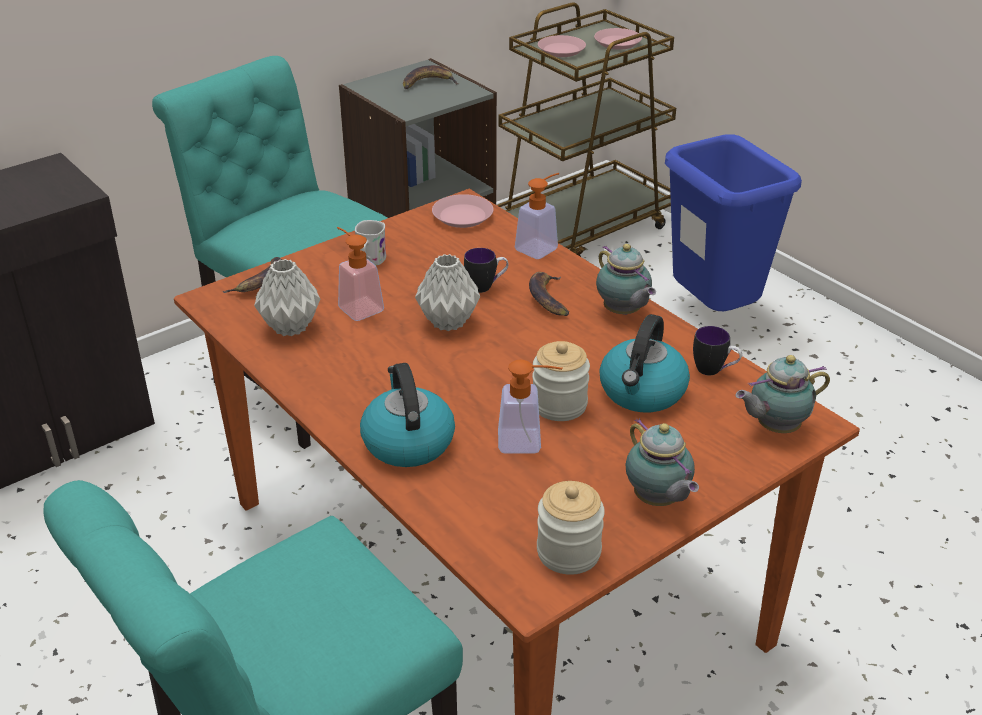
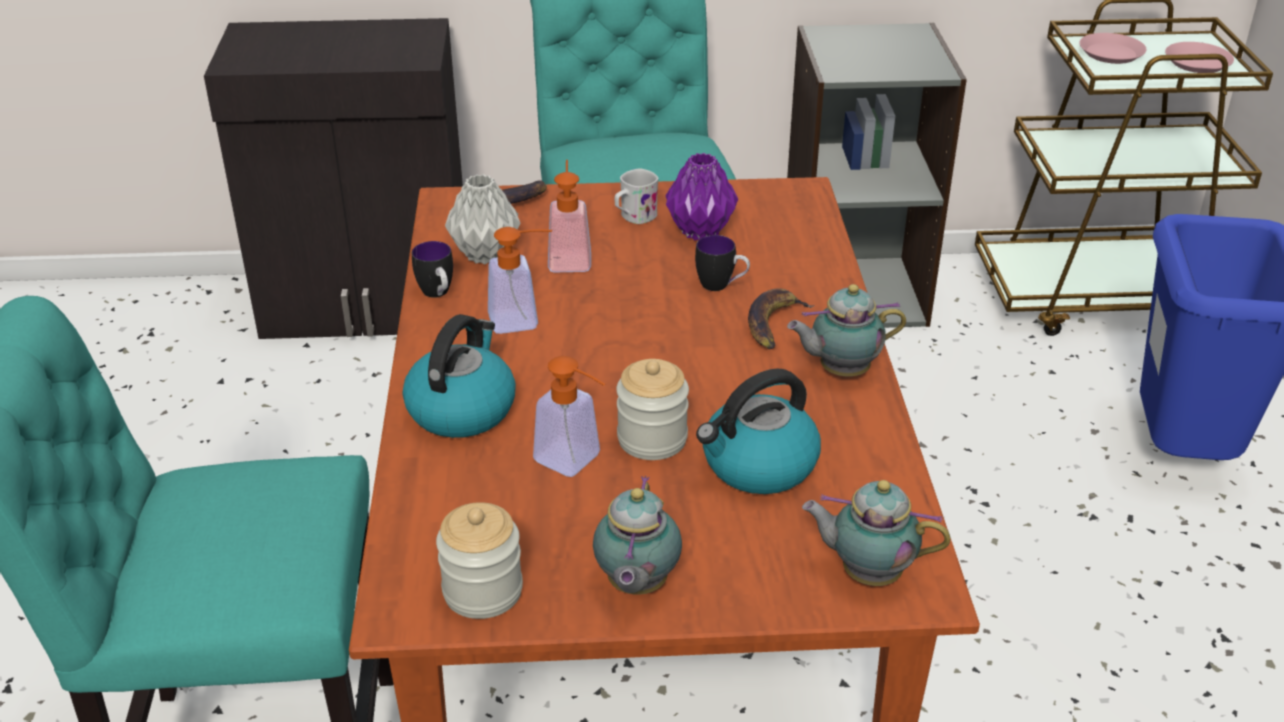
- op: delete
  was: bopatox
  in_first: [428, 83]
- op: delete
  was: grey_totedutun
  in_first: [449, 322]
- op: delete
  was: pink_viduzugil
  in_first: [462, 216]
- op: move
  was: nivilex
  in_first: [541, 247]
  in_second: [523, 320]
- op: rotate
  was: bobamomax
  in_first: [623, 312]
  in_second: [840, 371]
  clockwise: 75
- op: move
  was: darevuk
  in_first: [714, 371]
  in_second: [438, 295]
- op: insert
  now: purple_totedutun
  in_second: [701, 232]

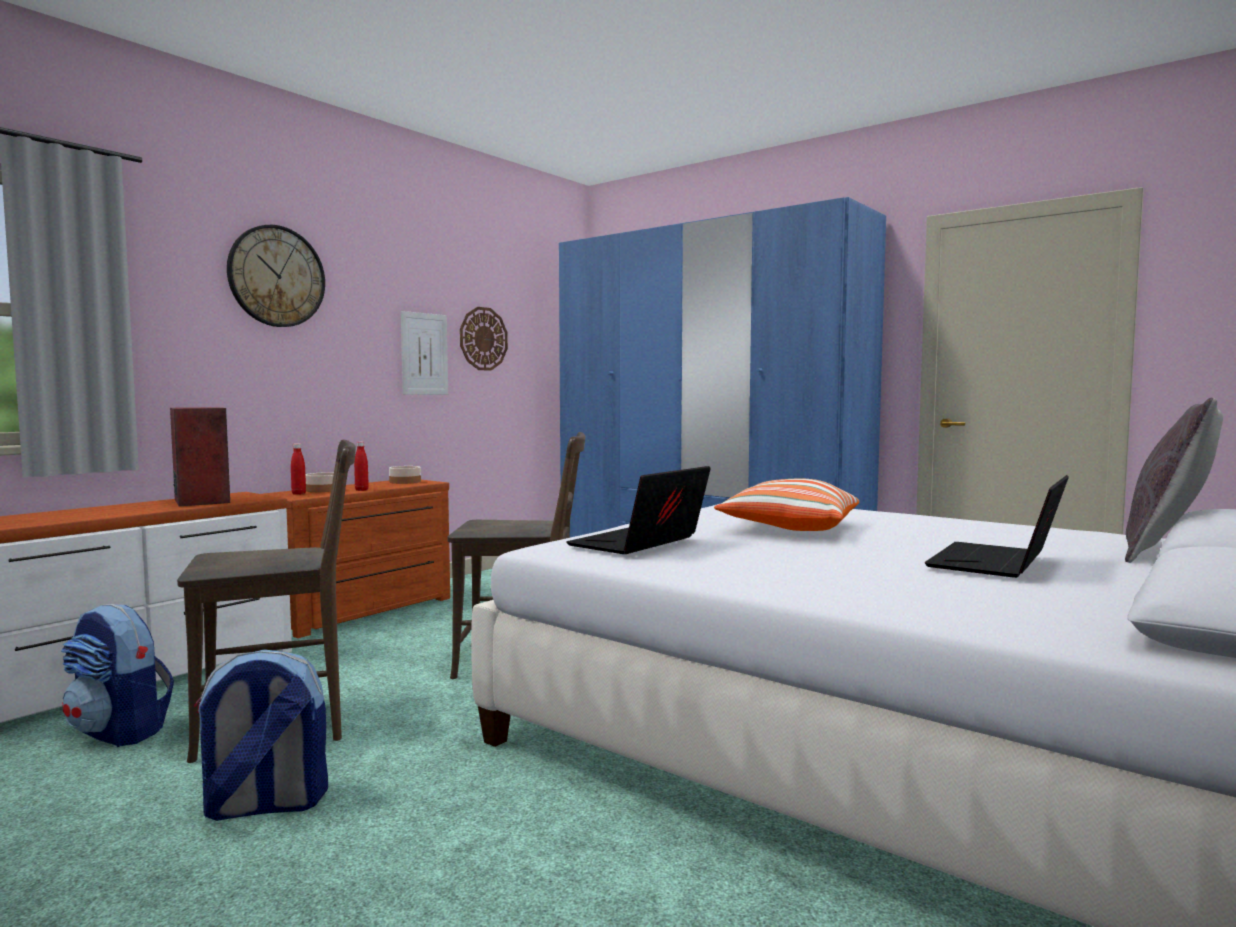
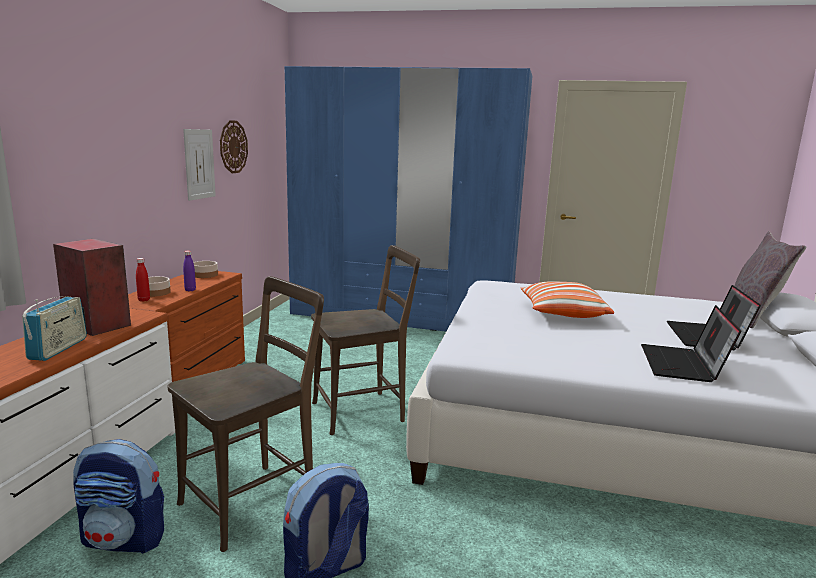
- op: delete
  was: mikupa
  in_first: [276, 276]
- op: recolor
  was: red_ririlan
  now: purple_ririlan
  in_first: [361, 490]
  in_second: [190, 290]
- op: move
  was: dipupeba
  in_first: [639, 543]
  in_second: [683, 365]
- op: insert
  now: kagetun
  in_second: [58, 349]

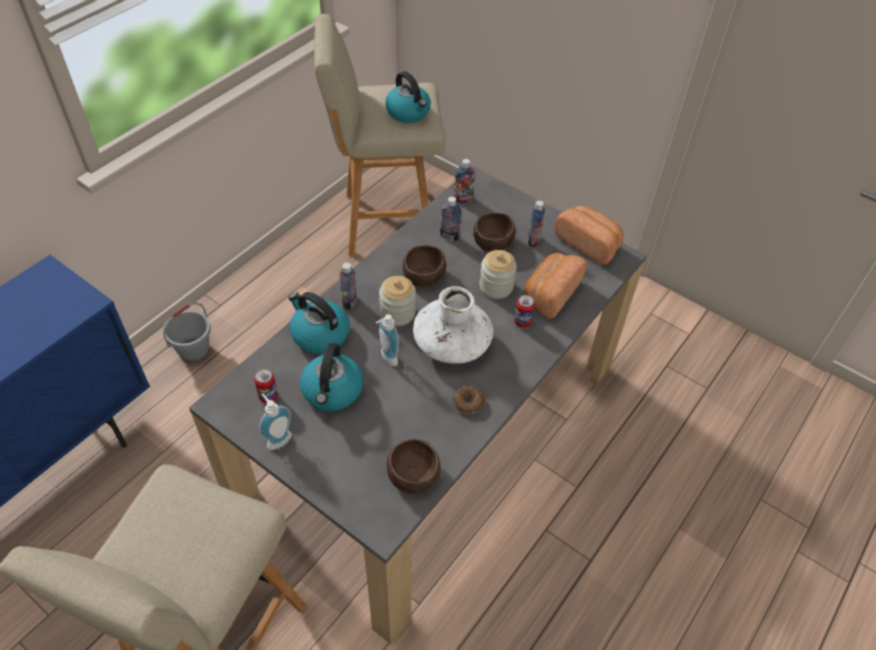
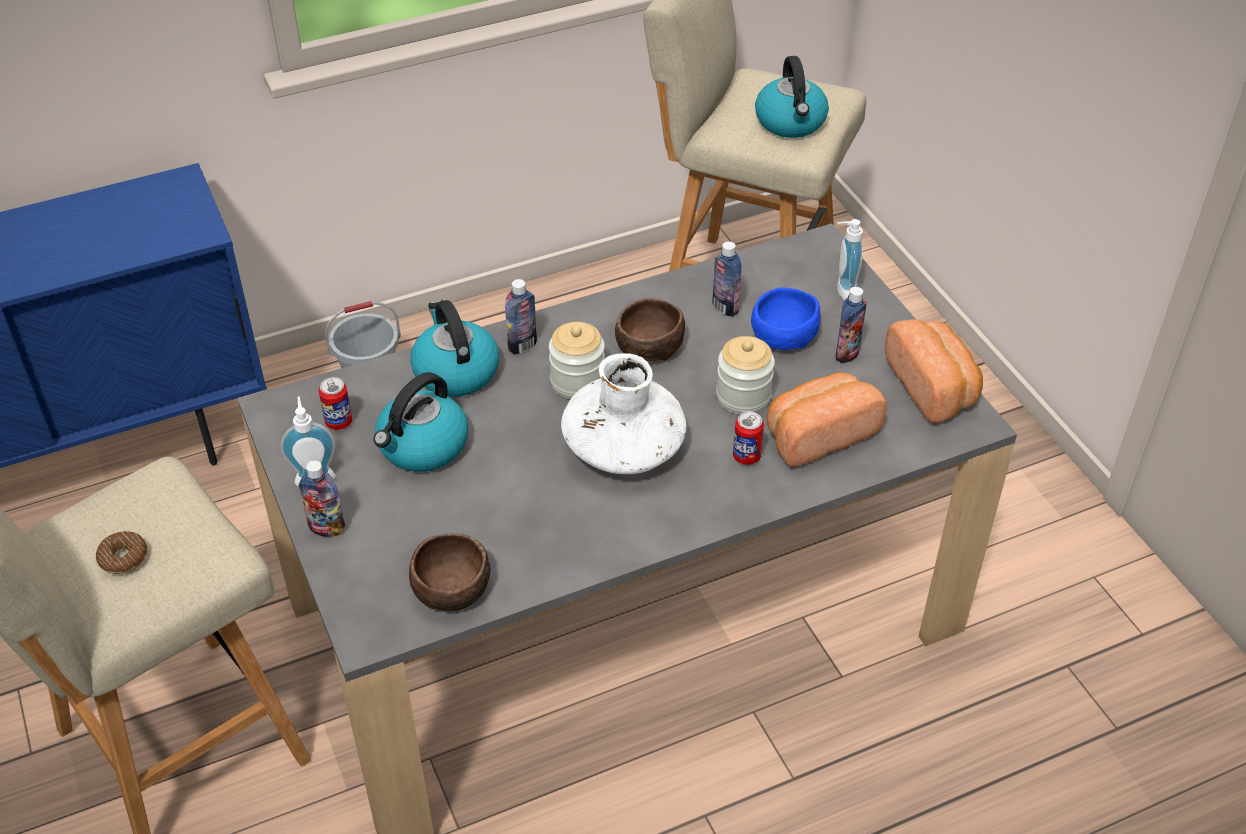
- op: move
  was: nivilex
  in_first: [386, 358]
  in_second: [842, 290]
- op: move
  was: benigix
  in_first: [468, 402]
  in_second: [123, 558]
- op: move
  was: ririlan
  in_first: [463, 199]
  in_second: [327, 528]
- op: recolor
  was: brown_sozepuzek
  now: blue_sozepuzek
  in_first: [492, 242]
  in_second: [782, 336]

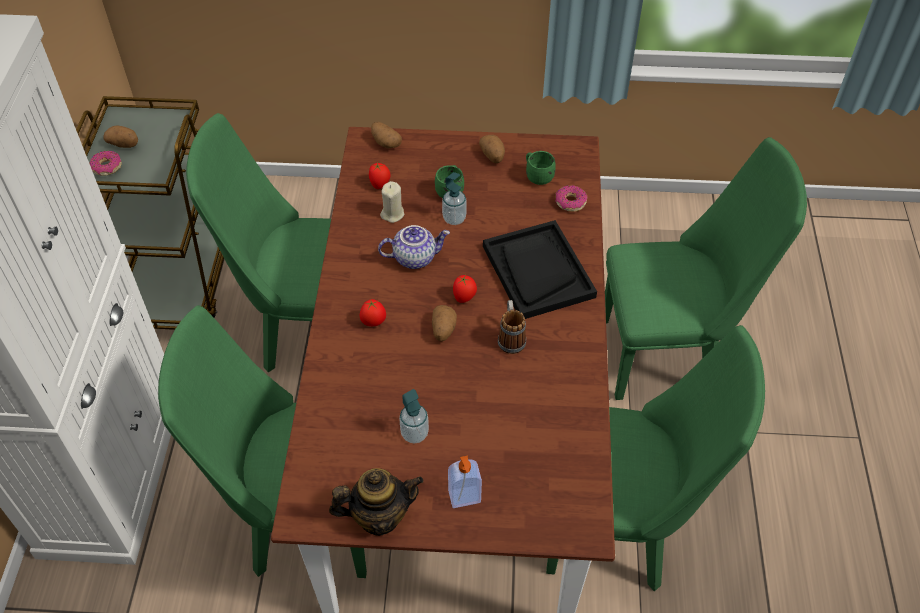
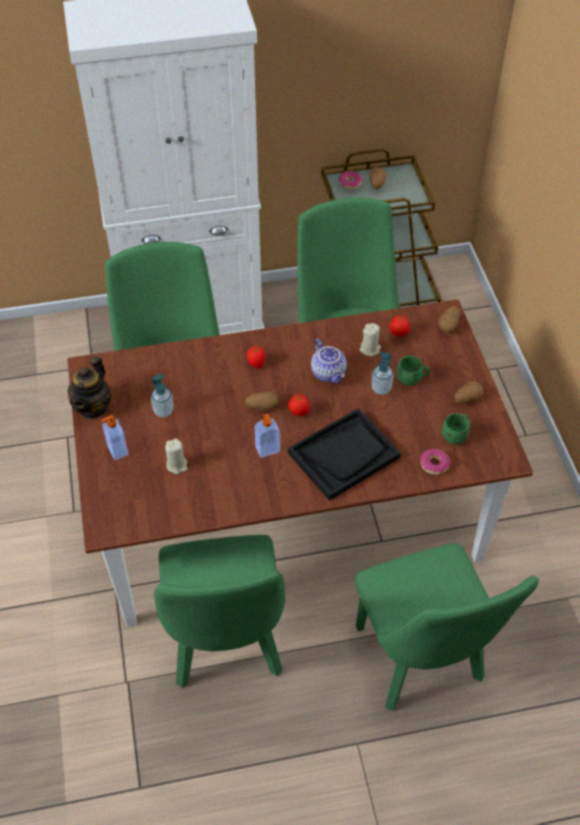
- op: rotate
  was: bobamomax
  in_first: [379, 516]
  in_second: [93, 407]
  clockwise: 45
- op: replace
  was: darevuk
  now: nivilex
  in_first: [510, 337]
  in_second: [268, 450]
- op: insert
  now: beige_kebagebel
  in_second: [177, 465]

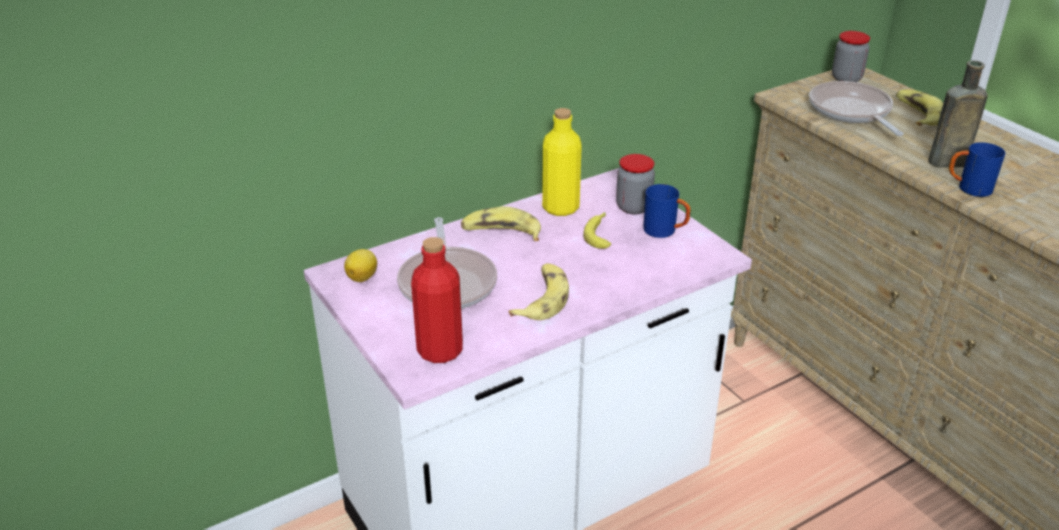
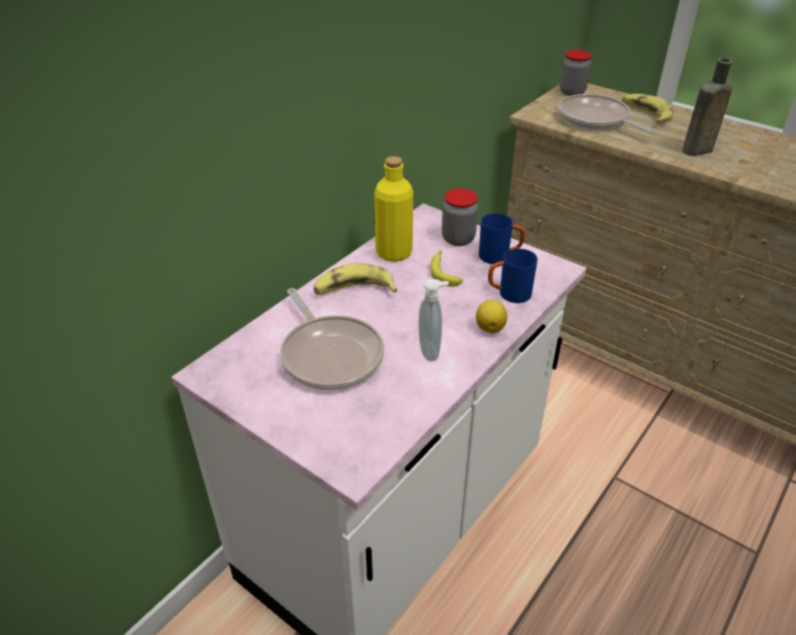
- op: move
  was: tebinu
  in_first: [363, 277]
  in_second: [490, 327]
- op: delete
  was: red_ririlan
  in_first: [440, 350]
- op: replace
  was: bopatox
  now: nivilex
  in_first: [542, 299]
  in_second: [431, 351]
- op: move
  was: blue_darevuk
  in_first: [968, 188]
  in_second: [508, 294]

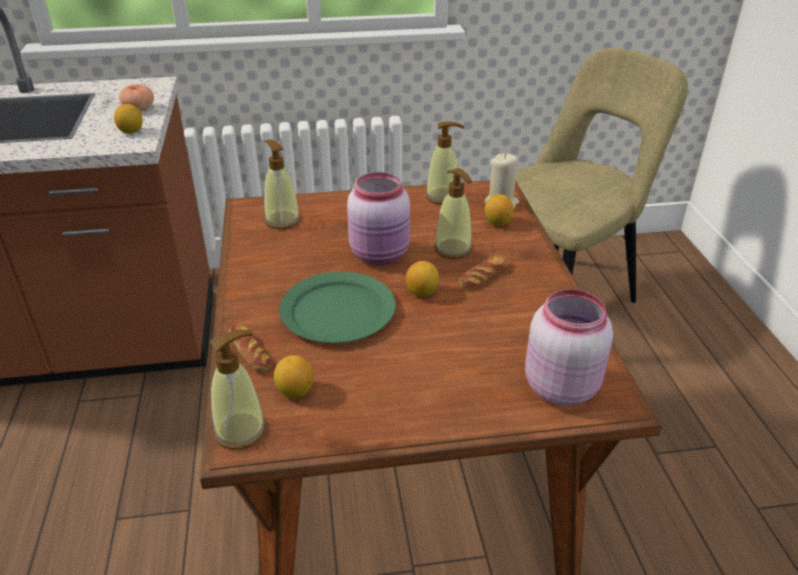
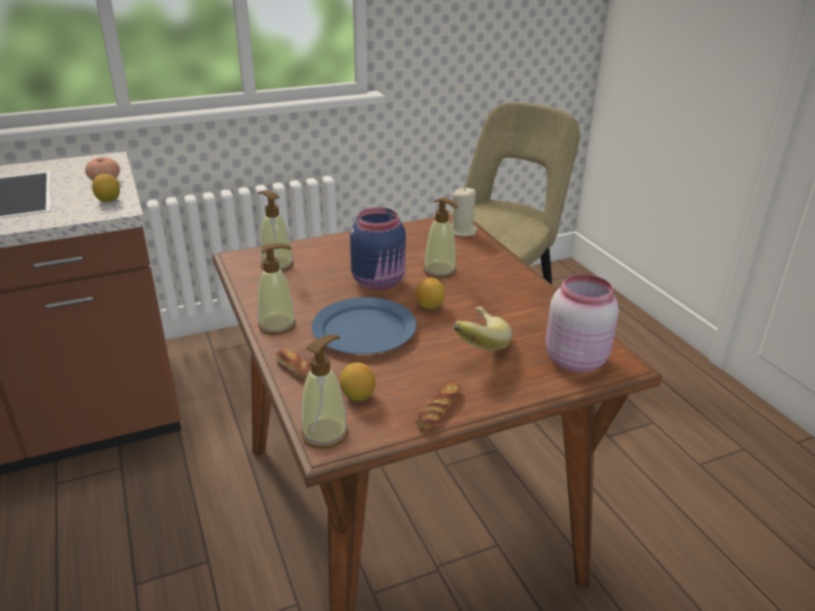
- op: recolor
  was: green_viduzugil
  now: blue_viduzugil
  in_first: [337, 311]
  in_second: [363, 330]
- op: recolor
  was: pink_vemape
  now: blue_vemape
  in_first: [381, 255]
  in_second: [380, 282]
- op: move
  was: nivilex
  in_first: [442, 197]
  in_second: [277, 325]
- op: move
  was: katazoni
  in_first: [483, 275]
  in_second: [438, 408]
- op: delete
  was: tebinu
  in_first: [497, 223]
- op: insert
  now: bopatox
  in_second: [475, 344]

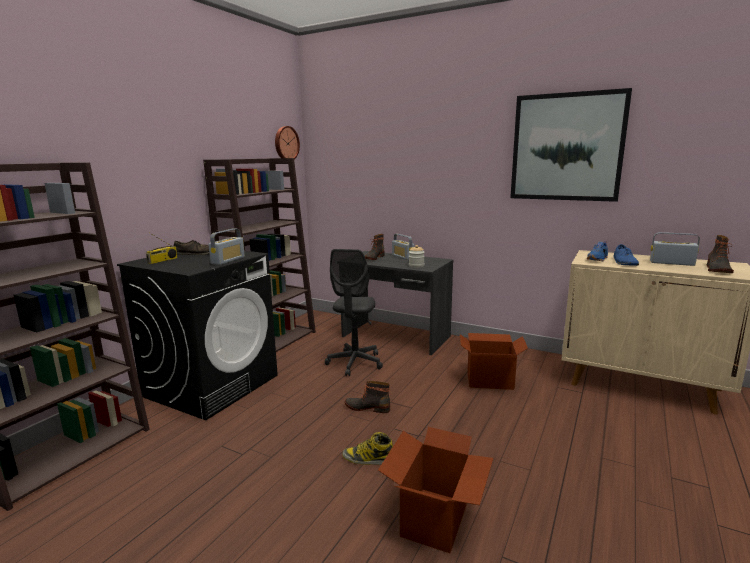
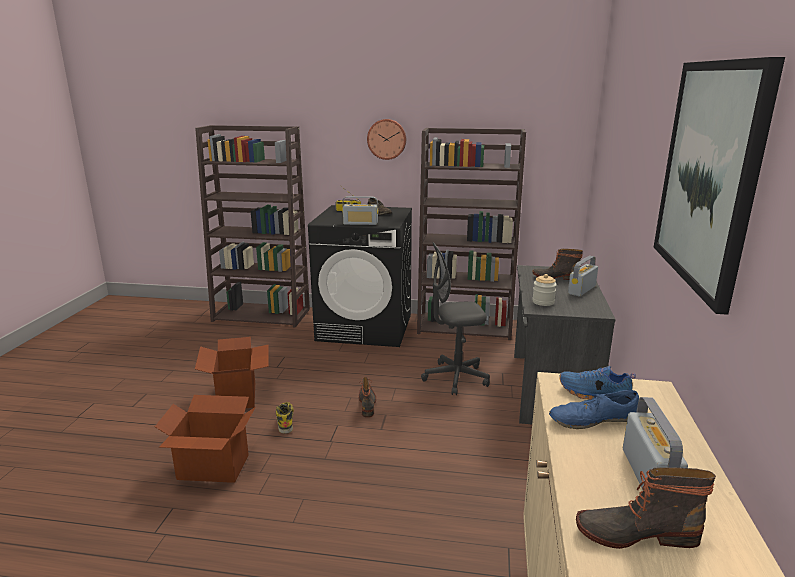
- op: move
  was: mikupa
  in_first: [286, 143]
  in_second: [387, 139]
- op: move
  was: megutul
  in_first: [489, 380]
  in_second: [238, 396]

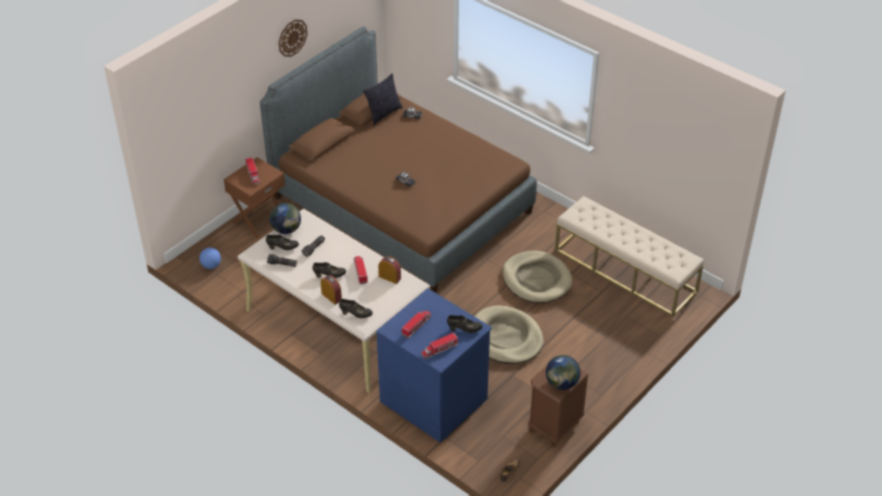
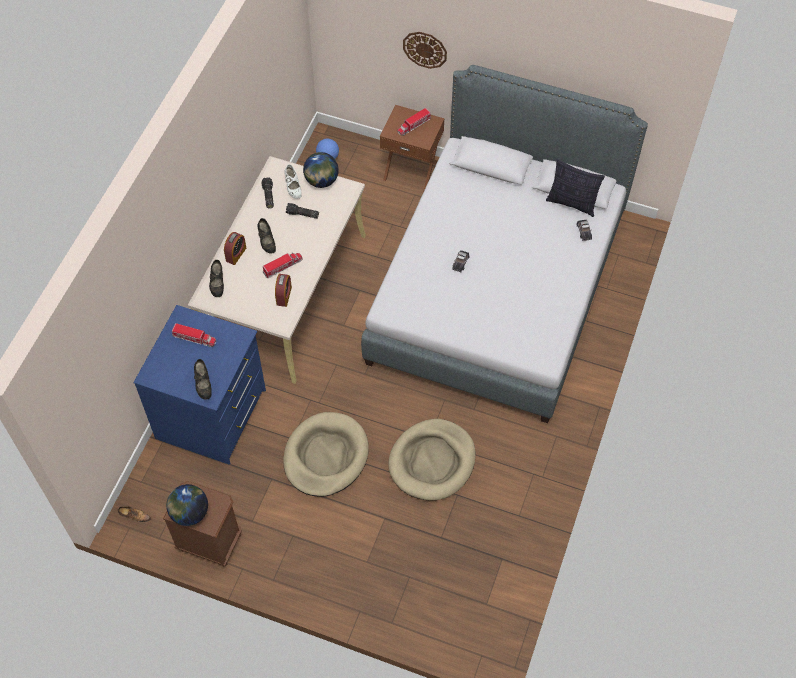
- op: recolor
  was: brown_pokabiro
  now: grey_pokabiro
  in_first: [400, 204]
  in_second: [496, 287]
- op: recolor
  was: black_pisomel
  now: white_pisomel
  in_first: [283, 248]
  in_second: [293, 188]
- op: move
  was: mikupa
  in_first: [292, 37]
  in_second: [425, 49]
- op: delete
  was: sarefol
  in_first: [439, 349]
- op: delete
  was: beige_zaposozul
  in_first: [625, 271]

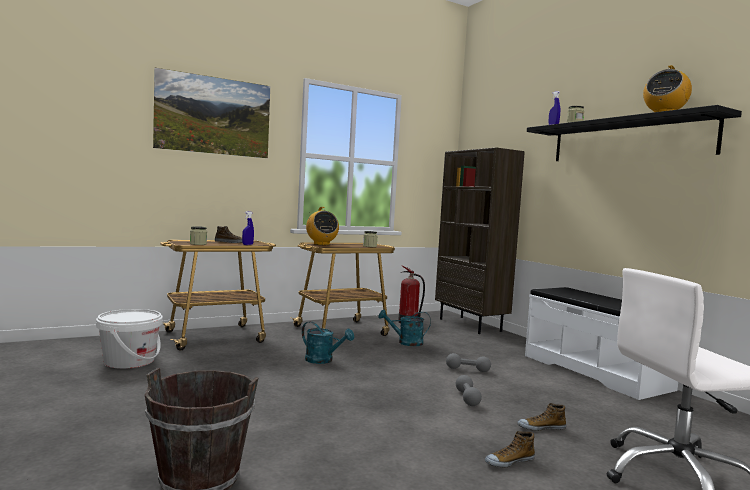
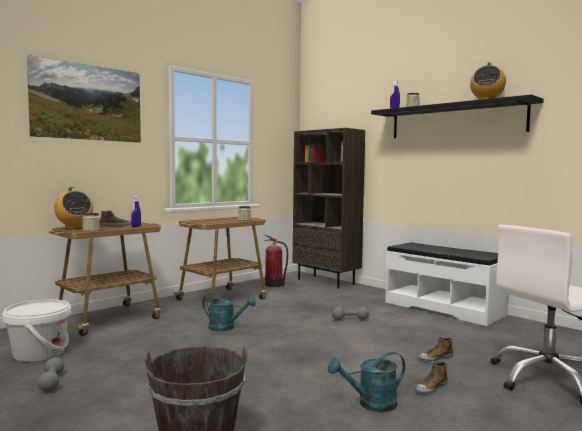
- op: move
  was: kagetun
  in_first: [321, 244]
  in_second: [74, 227]
- op: move
  was: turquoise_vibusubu
  in_first: [405, 342]
  in_second: [370, 404]
- op: move
  was: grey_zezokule
  in_first: [467, 398]
  in_second: [51, 383]

